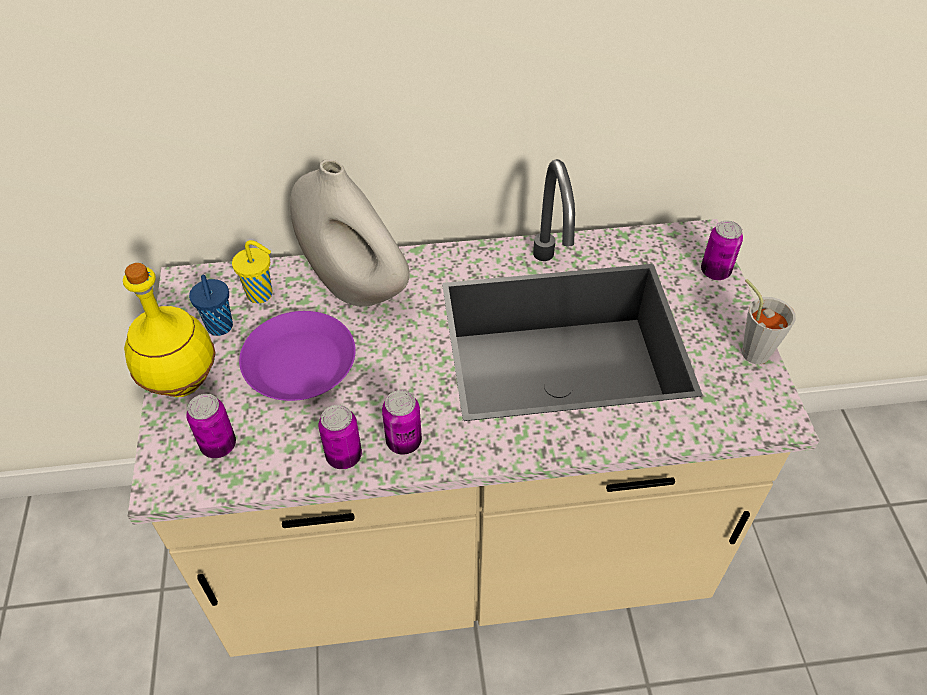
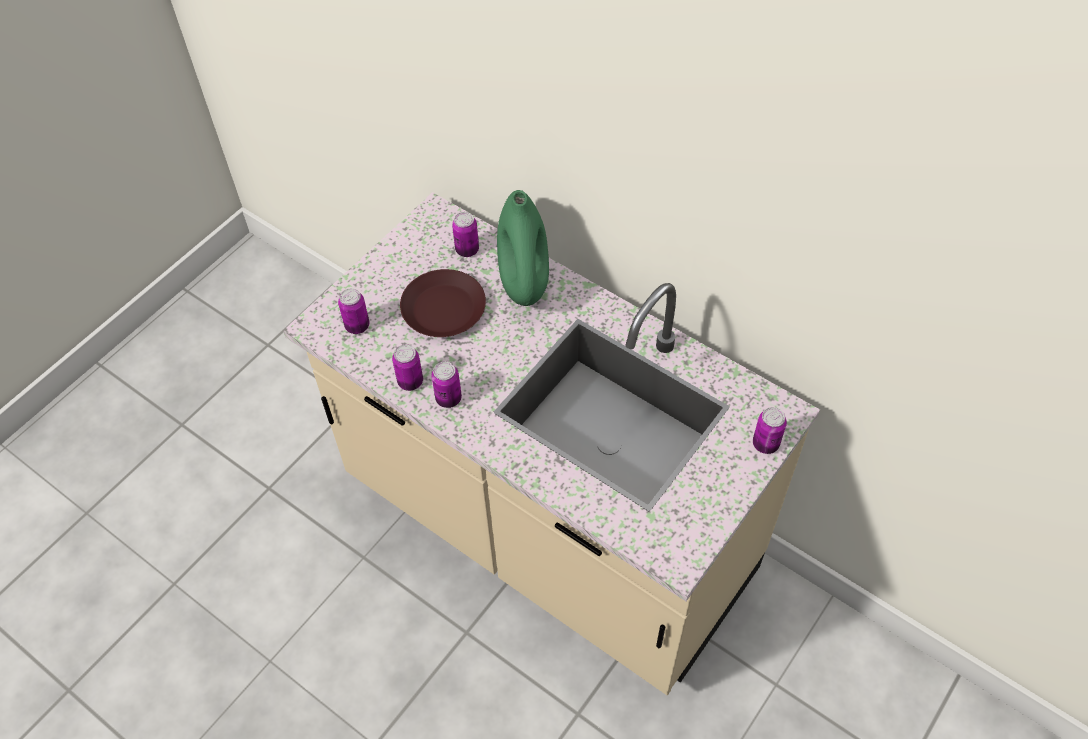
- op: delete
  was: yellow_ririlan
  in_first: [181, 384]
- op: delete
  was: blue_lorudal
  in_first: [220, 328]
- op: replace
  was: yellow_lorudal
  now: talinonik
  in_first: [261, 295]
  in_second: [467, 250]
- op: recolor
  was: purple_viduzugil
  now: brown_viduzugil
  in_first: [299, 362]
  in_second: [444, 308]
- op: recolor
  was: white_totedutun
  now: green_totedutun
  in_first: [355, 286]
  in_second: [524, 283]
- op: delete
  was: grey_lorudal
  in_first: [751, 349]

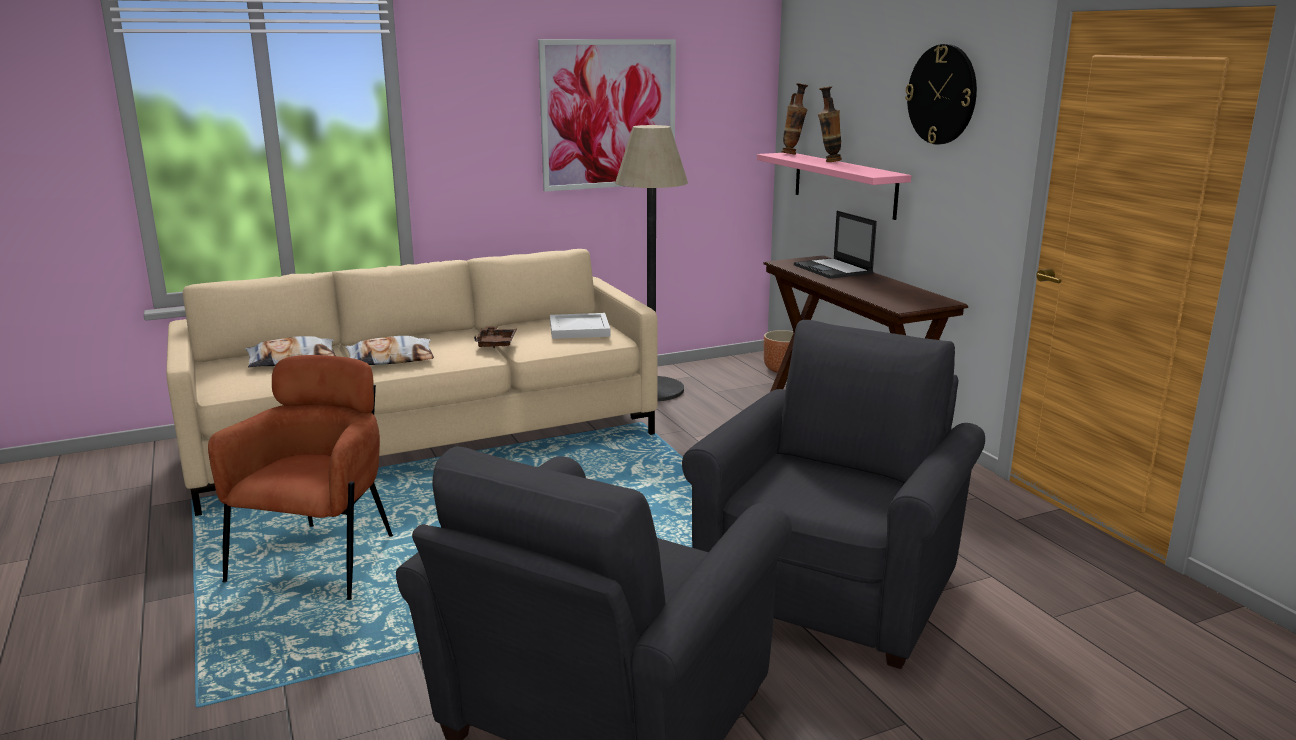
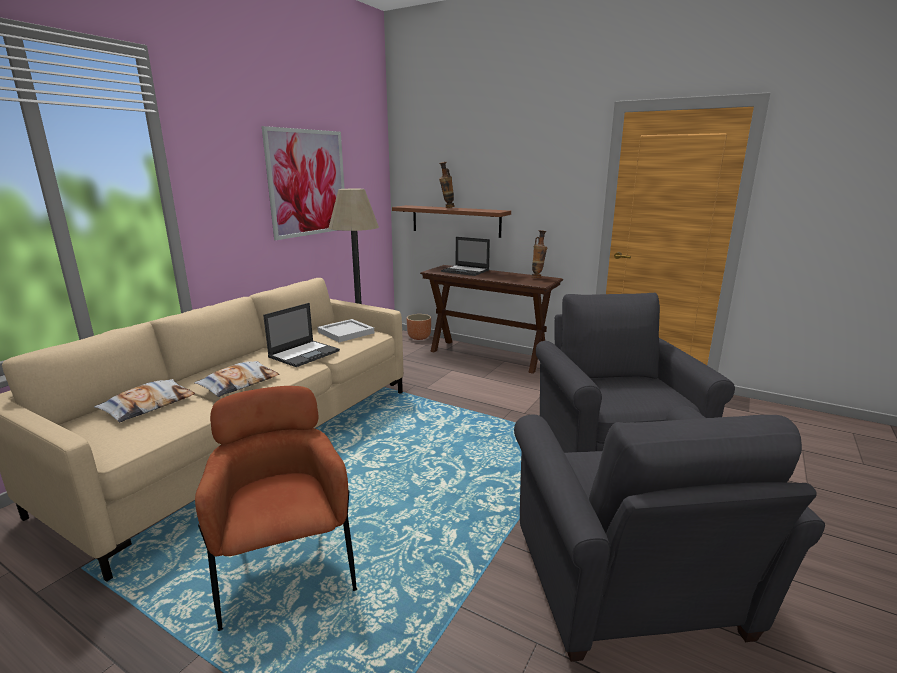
- op: replace
  was: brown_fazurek
  now: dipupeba
  in_first: [496, 343]
  in_second: [304, 353]
- op: recolor
  was: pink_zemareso
  now: brown_zemareso
  in_first: [844, 184]
  in_second: [455, 221]
- op: move
  was: totedutun
  in_first: [793, 154]
  in_second: [538, 277]
- op: delete
  was: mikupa
  in_first: [942, 94]

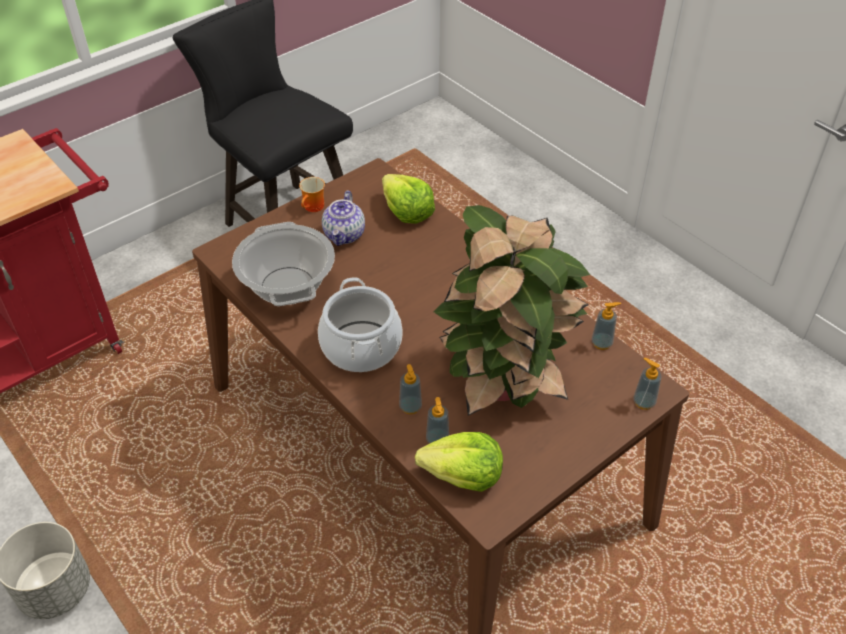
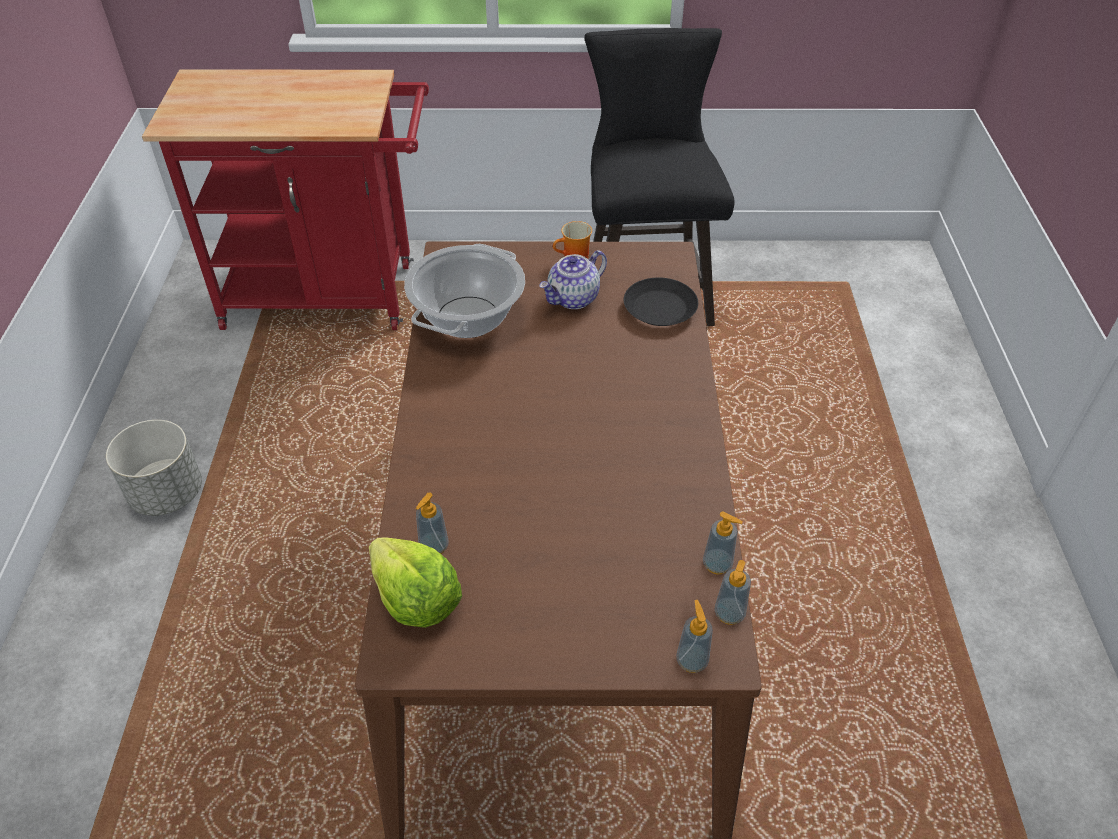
- op: delete
  was: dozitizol
  in_first: [361, 346]
- op: replace
  was: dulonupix
  now: black_viduzugil
  in_first: [407, 212]
  in_second: [659, 309]
- op: move
  was: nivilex
  in_first: [410, 407]
  in_second: [729, 614]
- op: delete
  was: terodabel
  in_first: [504, 380]

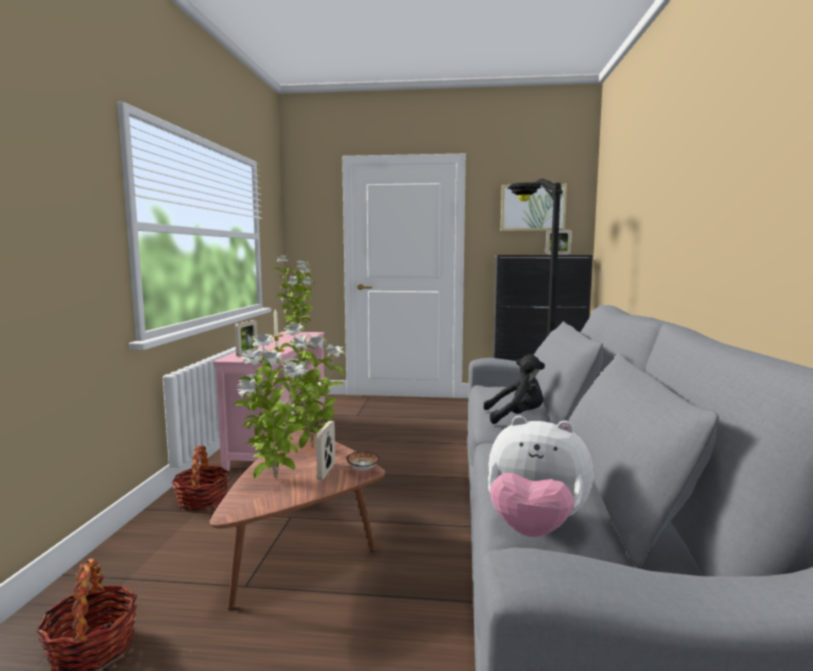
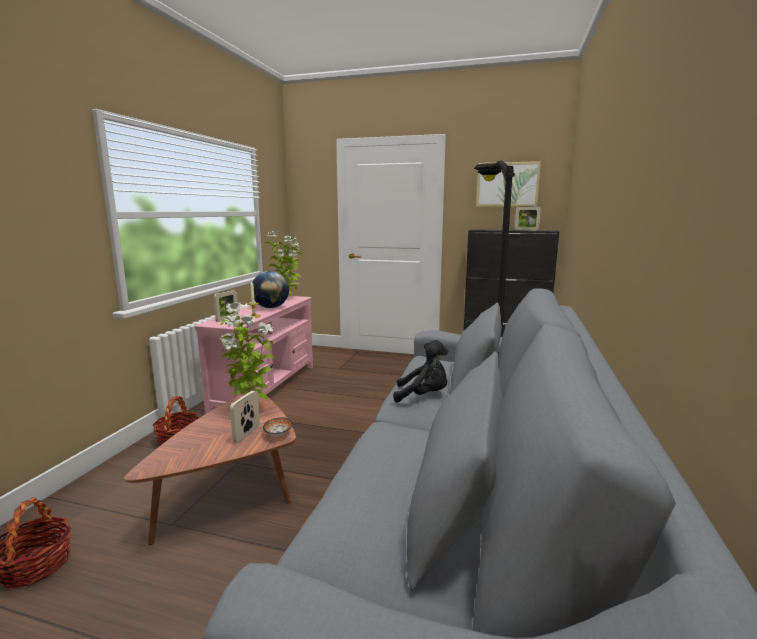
- op: delete
  was: terodabel
  in_first: [274, 480]
- op: delete
  was: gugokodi
  in_first: [535, 528]
- op: insert
  now: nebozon
  in_second: [271, 307]

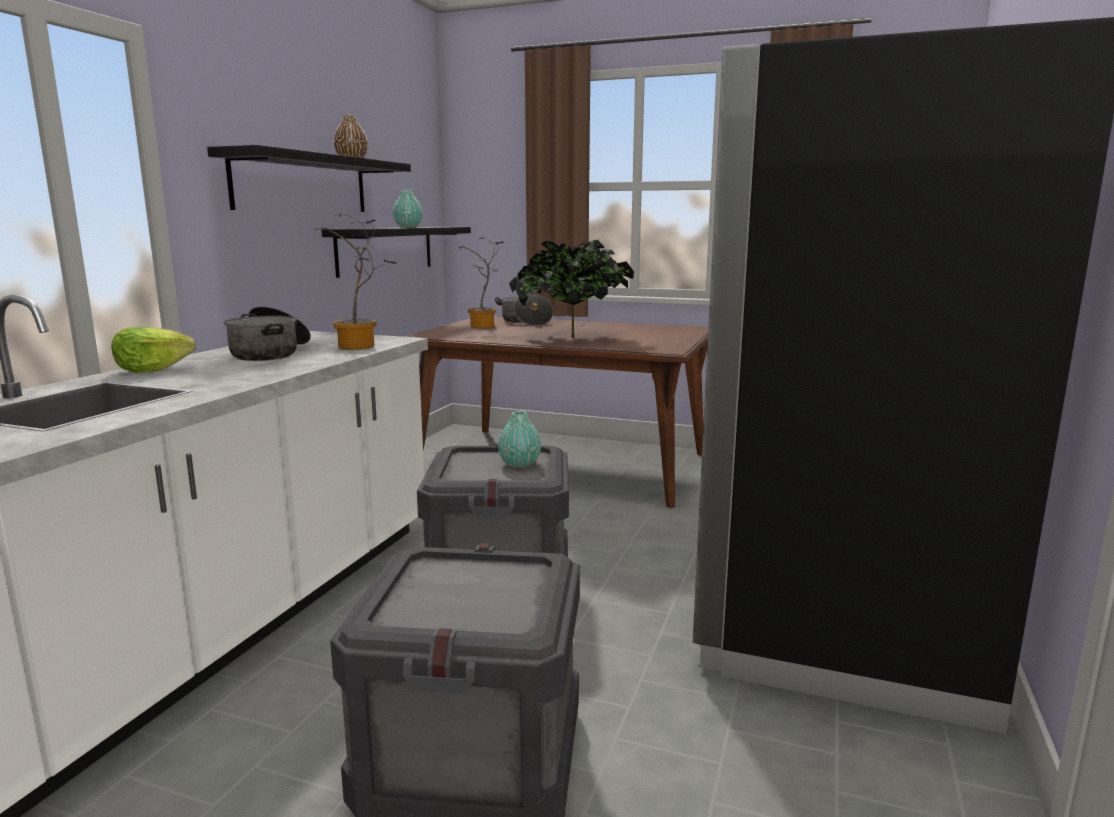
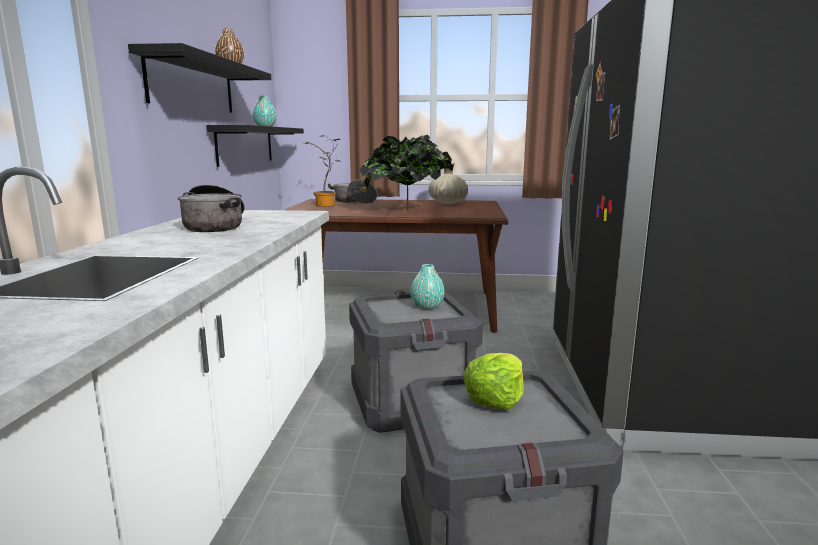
- op: move
  was: dulonupix
  in_first: [152, 369]
  in_second: [495, 398]
- op: delete
  was: terodabel
  in_first: [361, 347]
- op: insert
  now: beige_totedutun
  in_second: [447, 203]

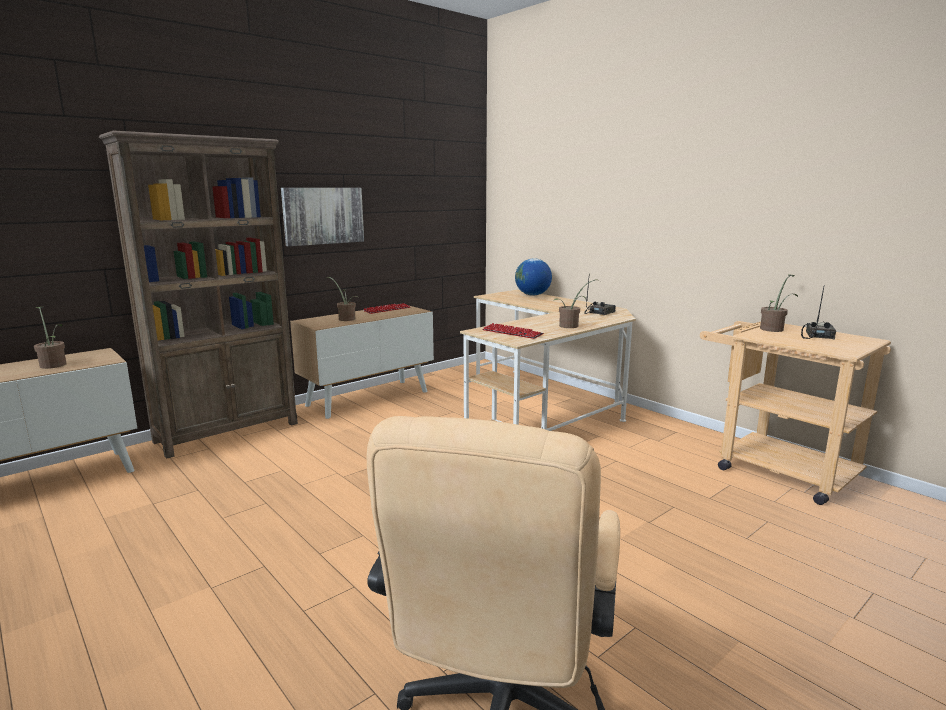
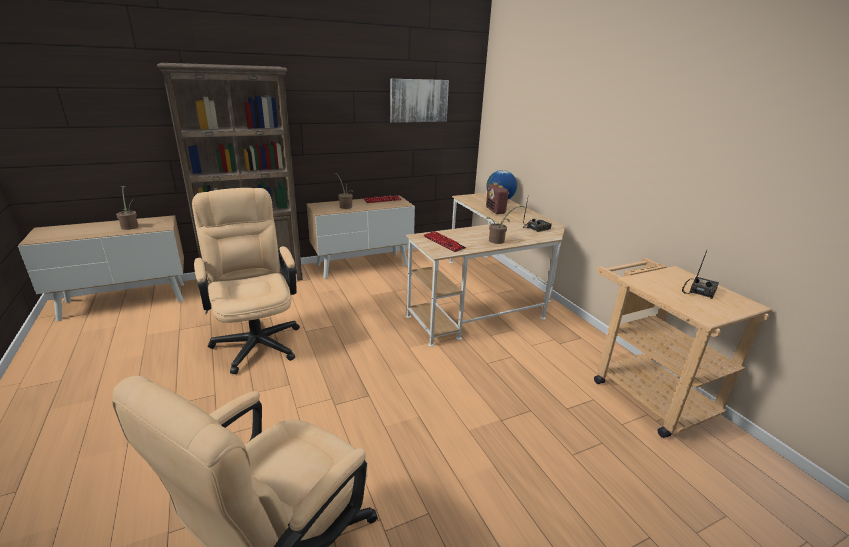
- op: move
  was: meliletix
  in_first: [323, 215]
  in_second: [418, 100]
- op: delete
  was: terodabel
  in_first: [774, 329]
- op: insert
  now: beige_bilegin
  in_second: [256, 339]
- op: insert
  now: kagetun
  in_second: [495, 211]

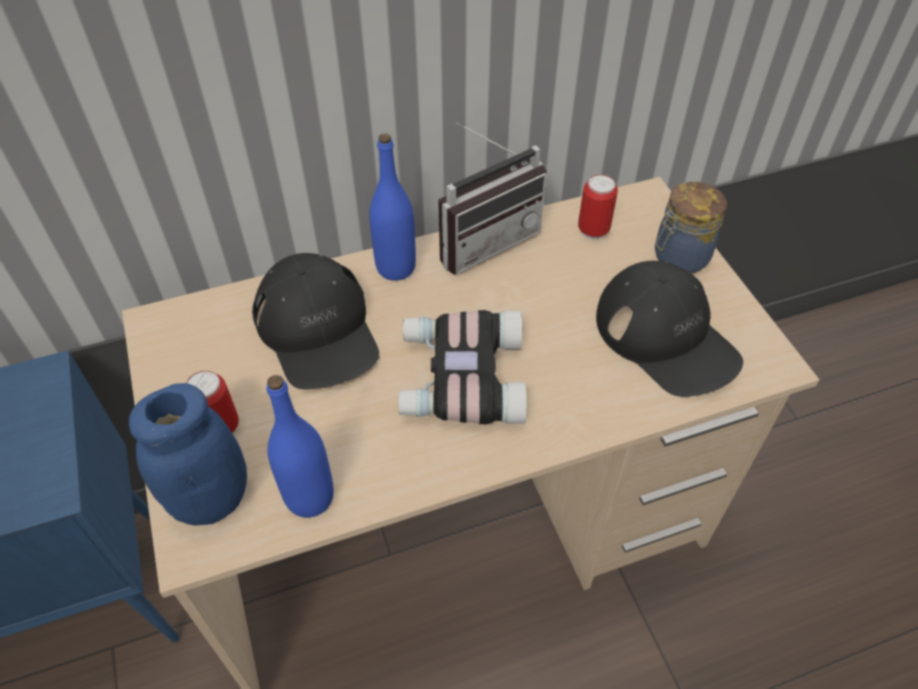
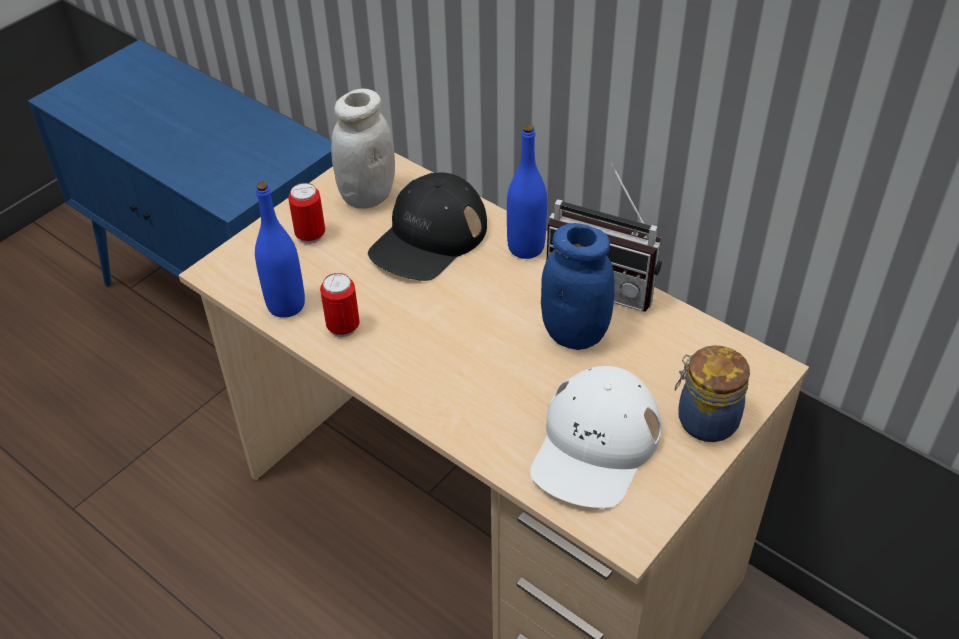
- op: move
  was: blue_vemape
  in_first: [211, 499]
  in_second: [574, 333]
- op: delete
  was: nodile
  in_first: [459, 377]
- op: move
  was: talinonik
  in_first: [593, 230]
  in_second: [343, 327]
- op: recolor
  was: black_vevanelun
  now: white_vevanelun
  in_first: [666, 337]
  in_second: [595, 445]
- op: insert
  now: white_vemape
  in_second: [367, 196]

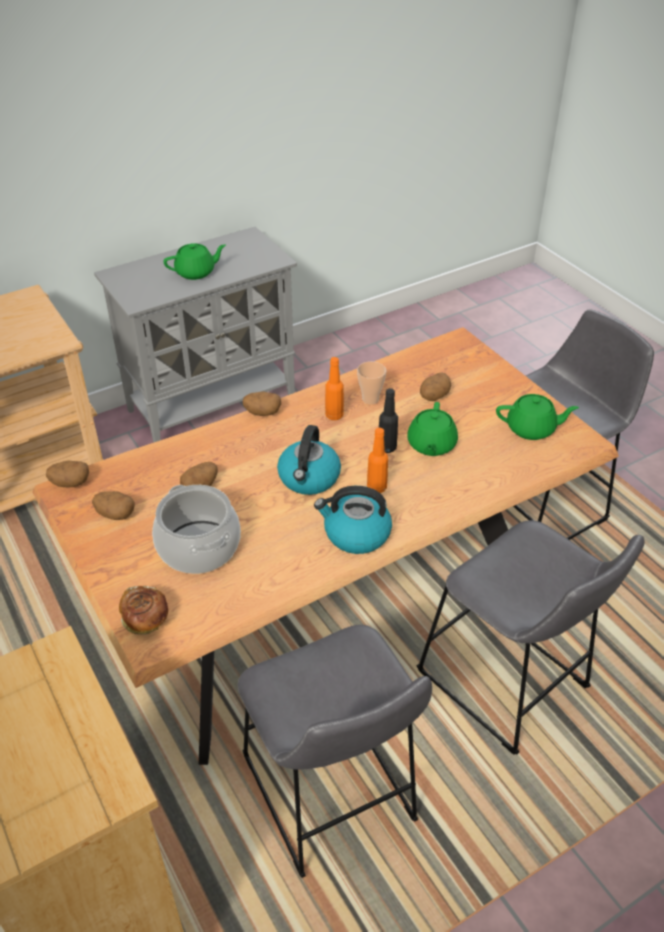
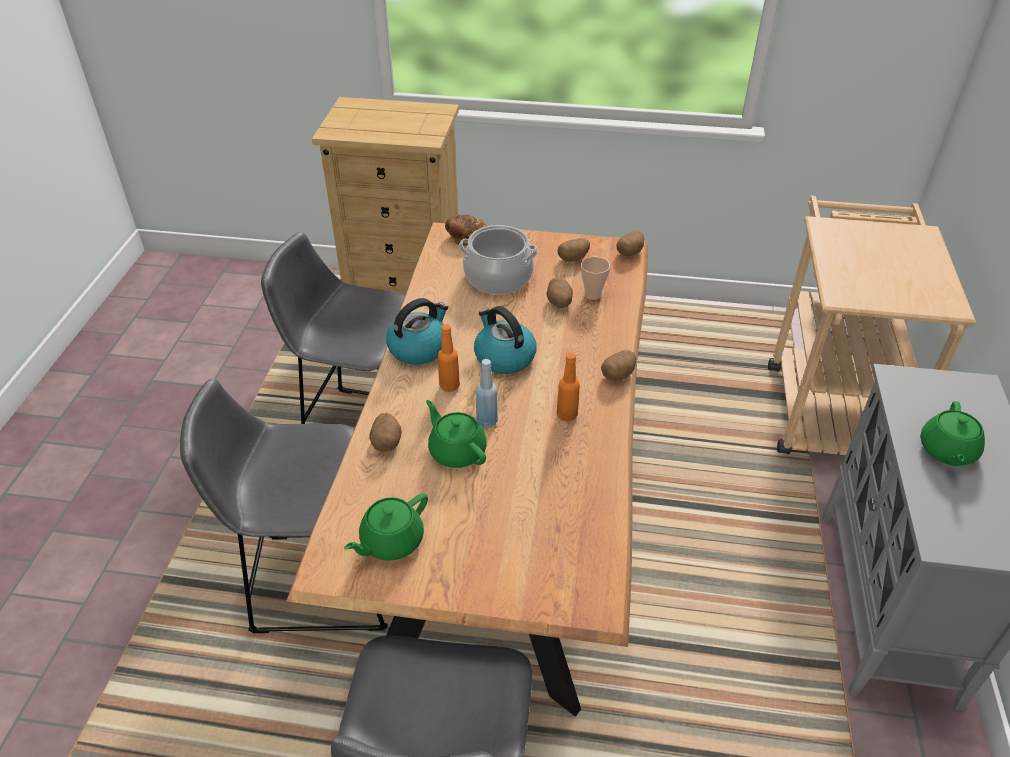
- op: move
  was: lorudal
  in_first: [370, 399]
  in_second: [592, 295]
- op: recolor
  was: black_ririlan
  now: blue_ririlan
  in_first: [387, 447]
  in_second: [487, 421]
- op: move
  was: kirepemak
  in_first: [433, 396]
  in_second: [386, 442]

